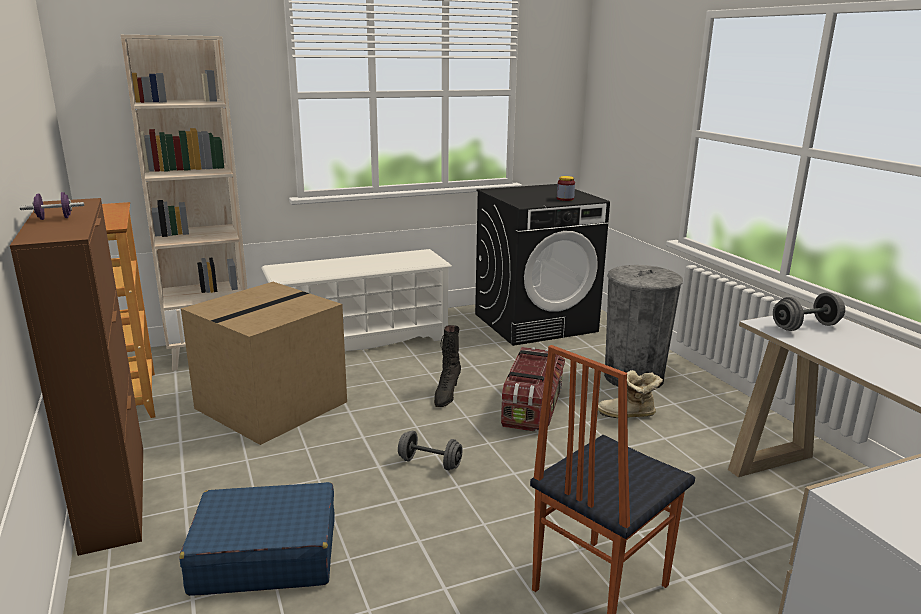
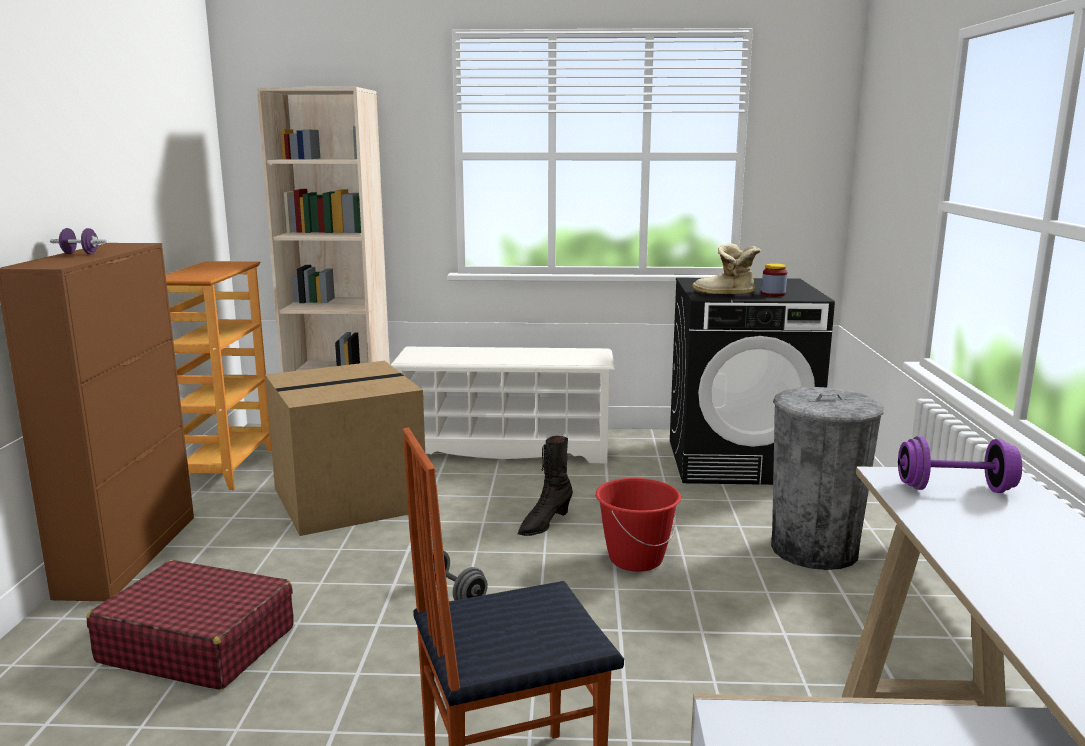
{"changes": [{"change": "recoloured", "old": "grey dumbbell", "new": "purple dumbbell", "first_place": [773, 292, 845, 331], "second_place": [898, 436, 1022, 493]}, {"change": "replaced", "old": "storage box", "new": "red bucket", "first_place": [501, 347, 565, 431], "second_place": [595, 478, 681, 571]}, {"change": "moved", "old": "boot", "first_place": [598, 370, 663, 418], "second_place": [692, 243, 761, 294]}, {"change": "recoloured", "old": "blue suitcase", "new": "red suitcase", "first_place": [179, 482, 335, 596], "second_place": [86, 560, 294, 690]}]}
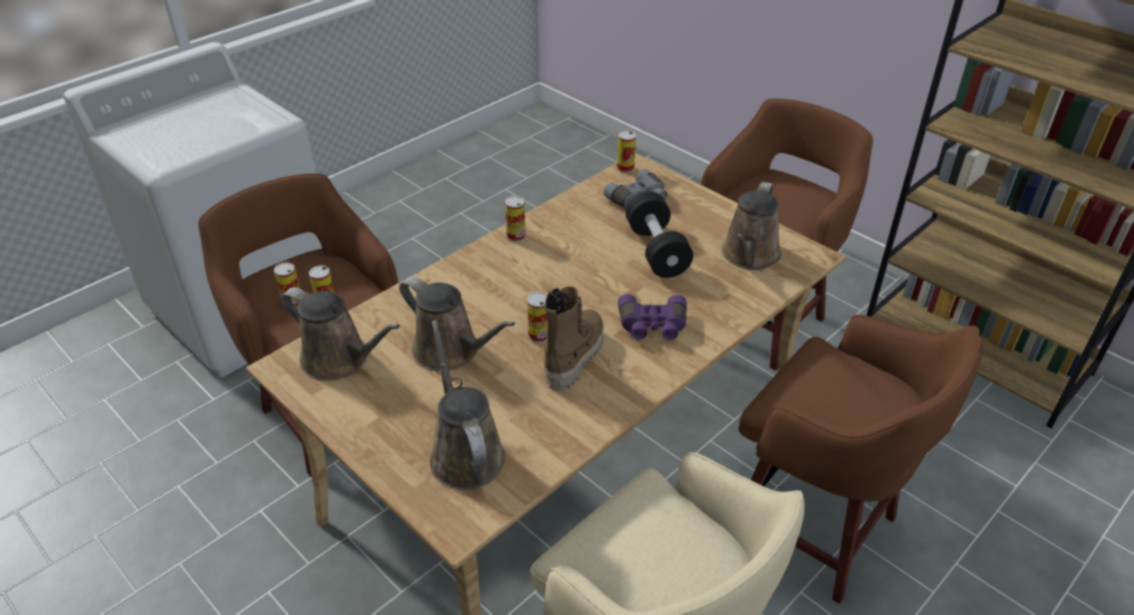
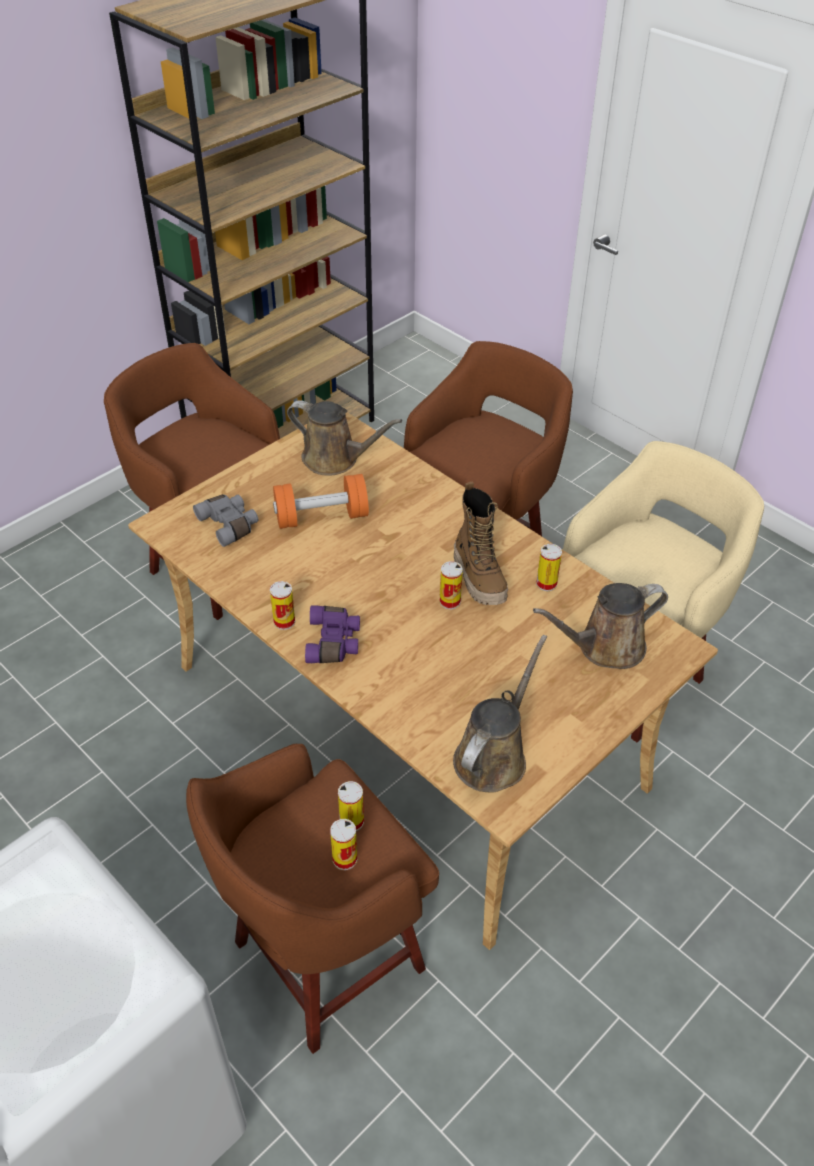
{"changes": [{"change": "moved", "old": "can", "first_place": [617, 130, 636, 173], "second_place": [536, 544, 562, 591]}, {"change": "recoloured", "old": "black dumbbell", "new": "orange dumbbell", "first_place": [625, 191, 693, 278], "second_place": [273, 474, 369, 529]}, {"change": "removed", "old": "brown watering can", "first_place": [399, 276, 515, 371]}, {"change": "turned", "old": "boot", "first_place": [544, 287, 604, 391], "second_place": [454, 482, 508, 605], "degrees": -135}, {"change": "moved", "old": "purple binoculars", "first_place": [618, 294, 687, 340], "second_place": [305, 605, 360, 663]}]}
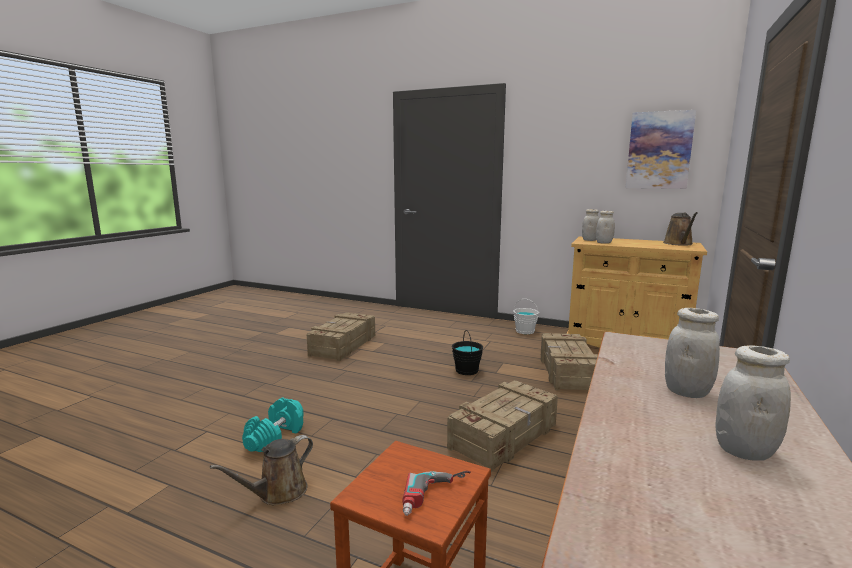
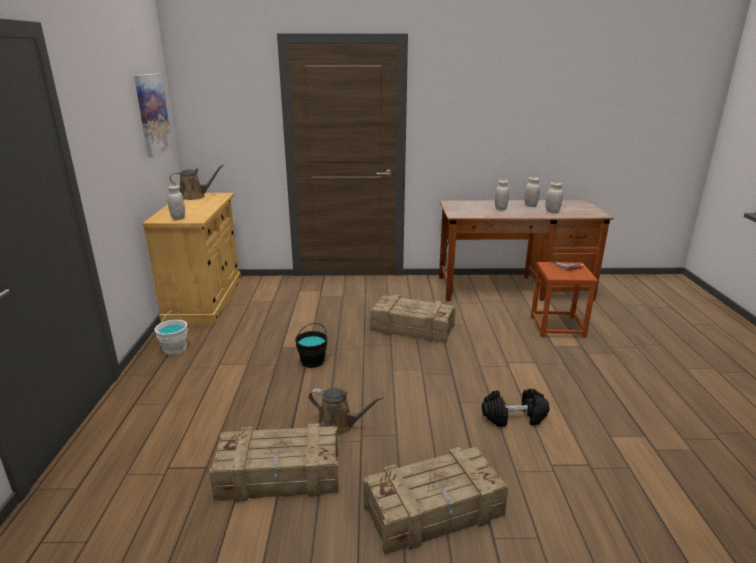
{"changes": [{"change": "moved", "old": "white jar", "first_place": [596, 211, 615, 244], "second_place": [545, 182, 563, 213]}, {"change": "moved", "old": "crate", "first_place": [541, 333, 598, 390], "second_place": [363, 447, 508, 555]}, {"change": "recoloured", "old": "turquoise dumbbell", "new": "black dumbbell", "first_place": [242, 398, 304, 452], "second_place": [482, 389, 549, 427]}, {"change": "moved", "old": "brown watering can", "first_place": [210, 435, 313, 505], "second_place": [309, 388, 384, 436]}]}
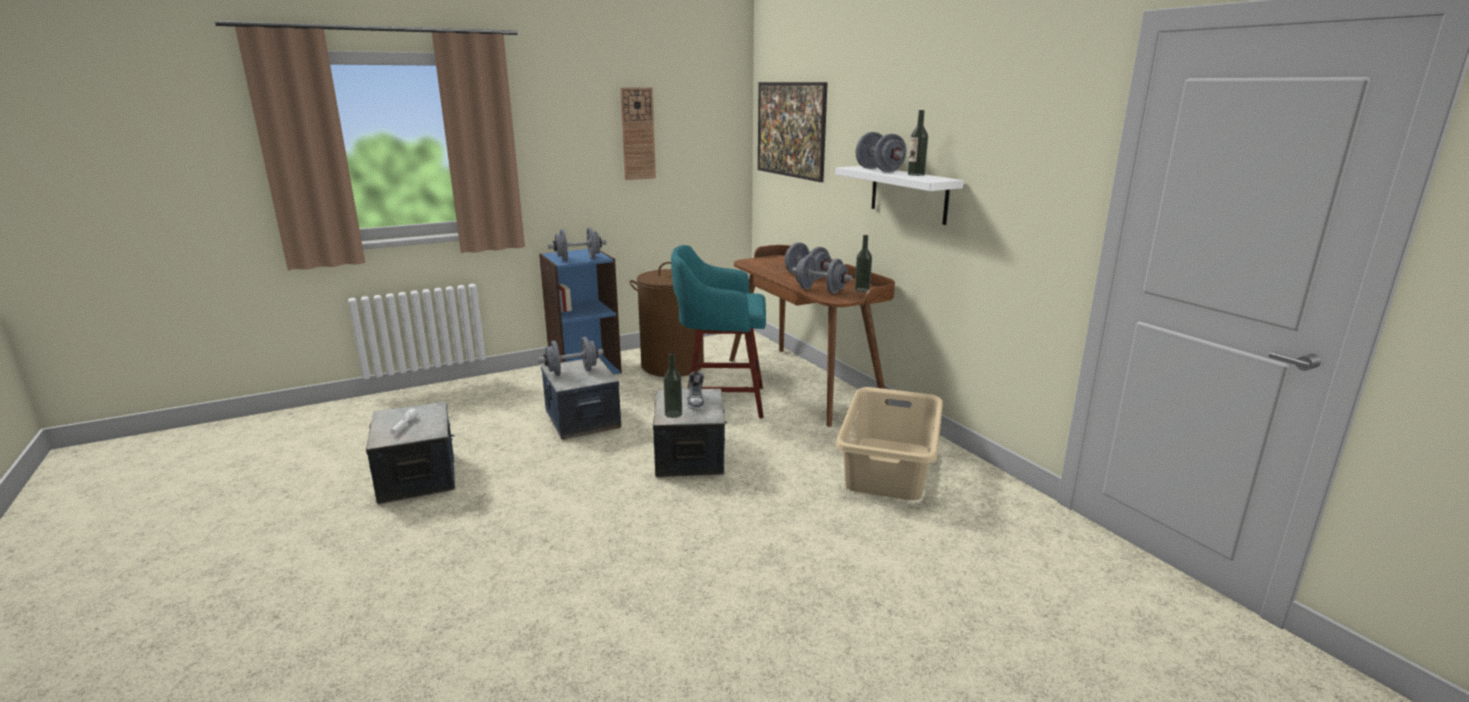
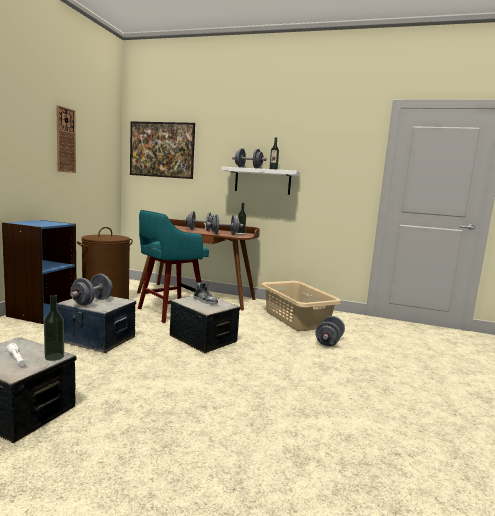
{"changes": [{"change": "moved", "old": "grey dumbbell", "first_place": [548, 227, 607, 261], "second_place": [315, 316, 345, 346]}, {"change": "moved", "old": "bottle", "first_place": [664, 353, 682, 418], "second_place": [44, 295, 64, 361]}]}
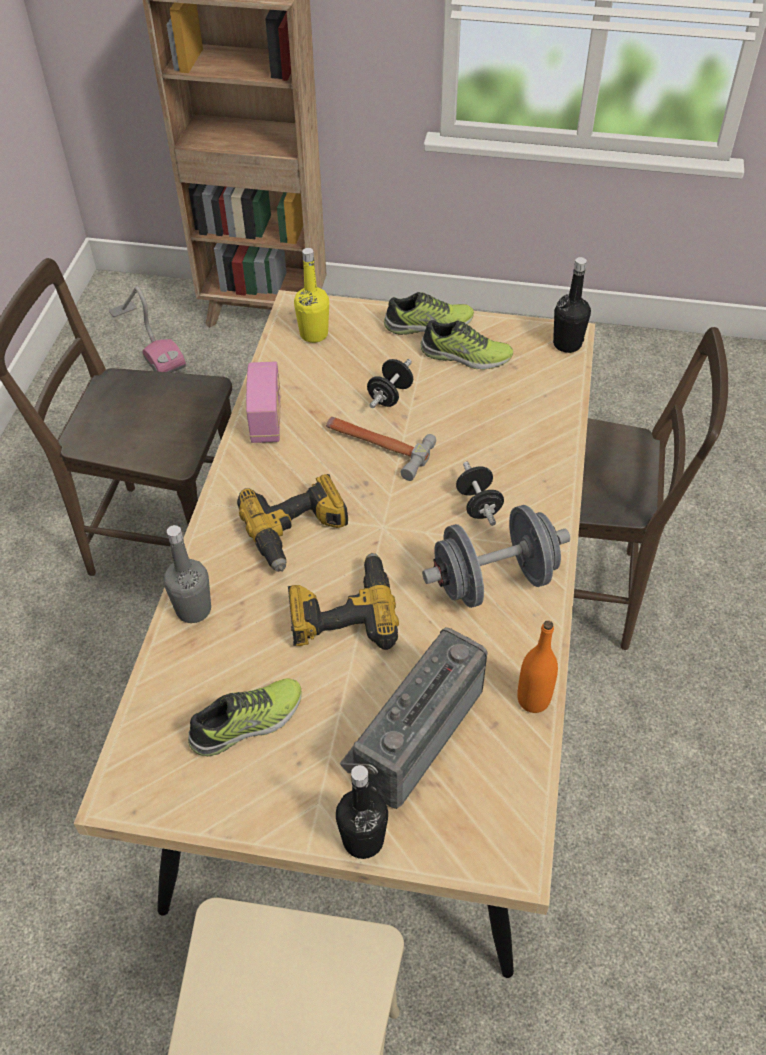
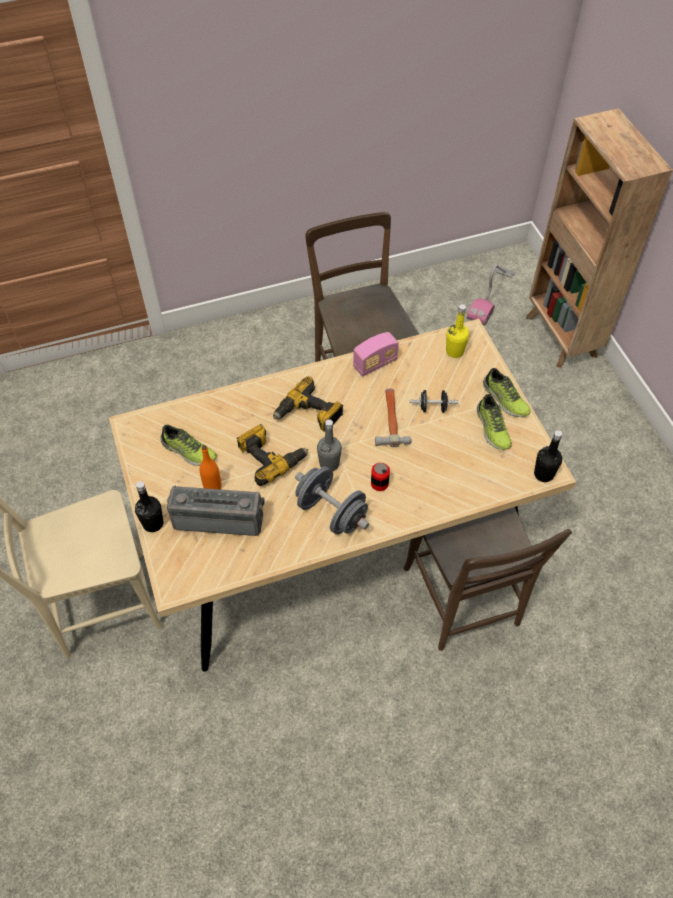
{"changes": [{"change": "replaced", "old": "black dumbbell", "new": "can", "first_place": [456, 461, 504, 526], "second_place": [371, 463, 390, 491]}, {"change": "moved", "old": "grey bottle", "first_place": [164, 525, 211, 623], "second_place": [317, 419, 342, 471]}, {"change": "moved", "old": "orange bottle", "first_place": [517, 621, 558, 713], "second_place": [200, 445, 221, 489]}]}
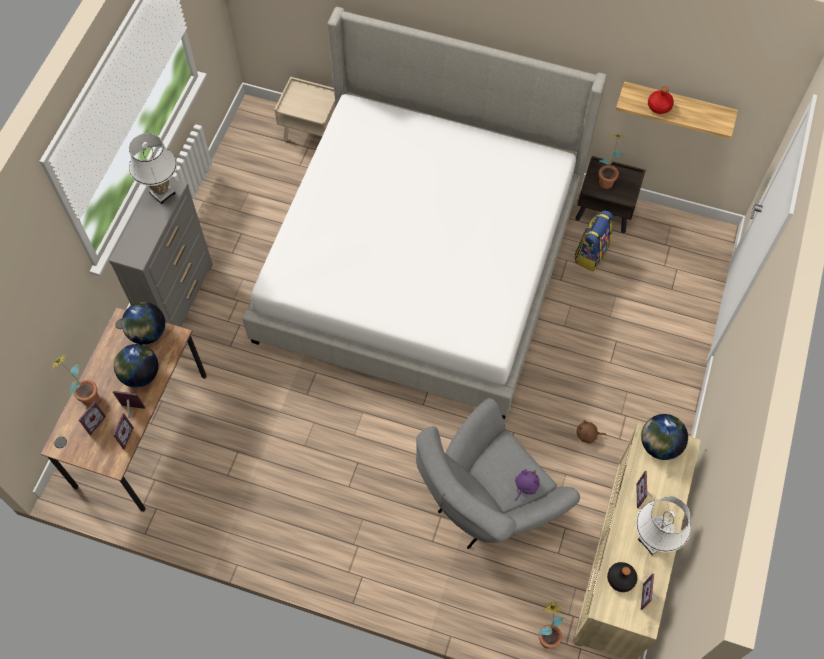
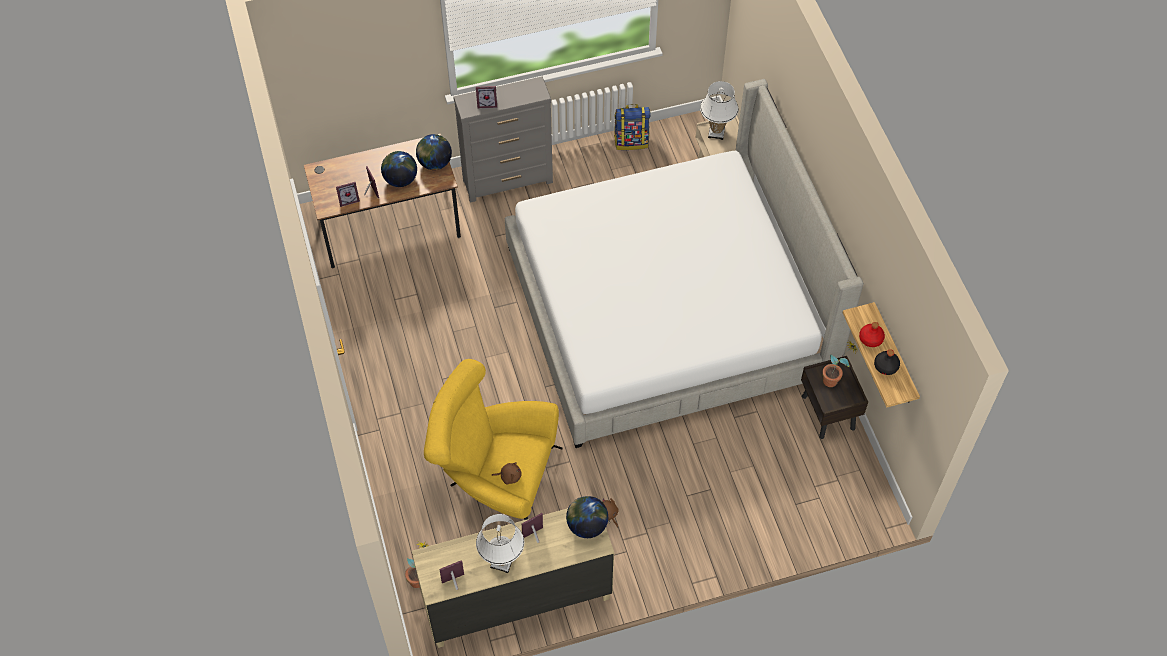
{"changes": [{"change": "moved", "old": "white table lamp", "first_place": [129, 133, 177, 204], "second_place": [700, 81, 739, 140]}, {"change": "moved", "old": "backpack", "first_place": [575, 210, 613, 272], "second_place": [614, 104, 650, 150]}, {"change": "removed", "old": "potted plant", "first_place": [53, 353, 99, 406]}, {"change": "recoloured", "old": "grey armchair", "new": "yellow armchair", "first_place": [416, 398, 580, 549], "second_place": [424, 359, 563, 520]}, {"change": "moved", "old": "picture frame", "first_place": [79, 401, 106, 435], "second_place": [476, 86, 497, 108]}, {"change": "recoloured", "old": "purple plush toy", "new": "brown plush toy", "first_place": [515, 469, 540, 501], "second_place": [492, 462, 522, 485]}, {"change": "moved", "old": "black bottle", "first_place": [607, 562, 637, 592], "second_place": [874, 349, 900, 375]}]}
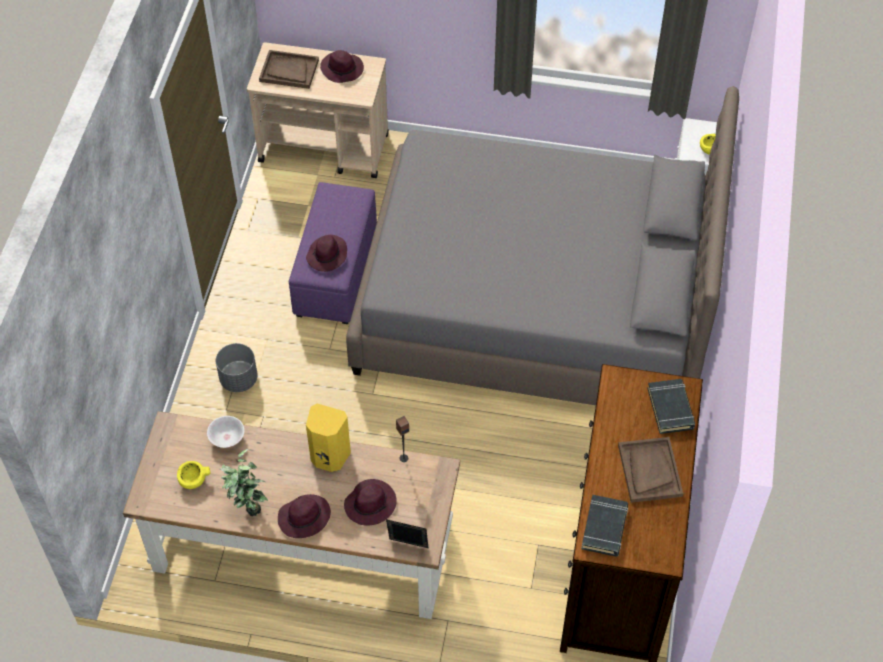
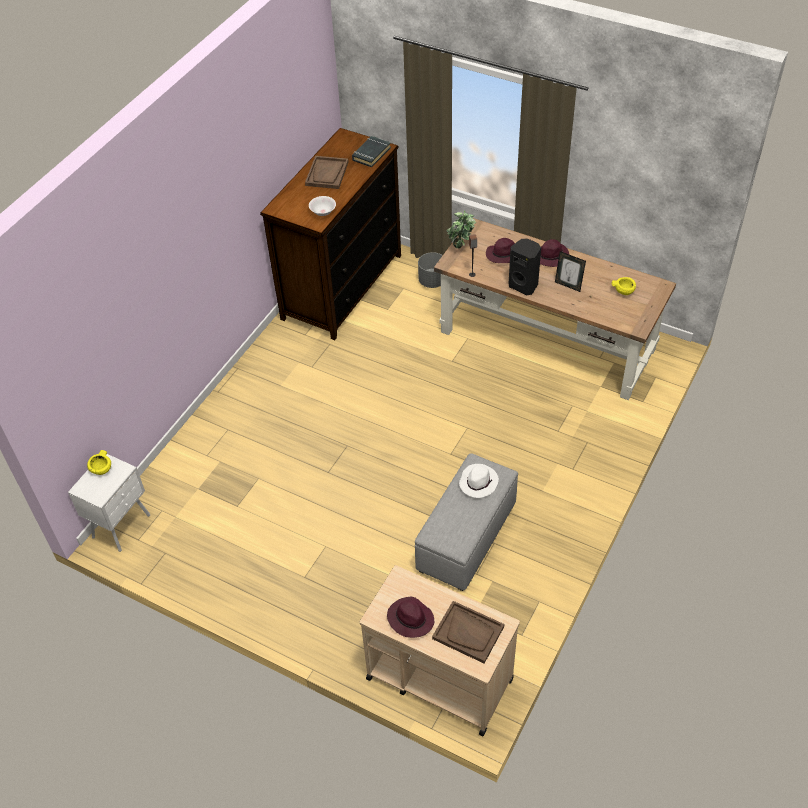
{"changes": [{"change": "removed", "old": "grey bed", "first_place": [346, 86, 739, 405]}, {"change": "recoloured", "old": "purple ottoman", "new": "grey ottoman", "first_place": [289, 182, 377, 324], "second_place": [415, 453, 518, 591]}, {"change": "recoloured", "old": "purple hat", "new": "white hat", "first_place": [306, 235, 347, 272], "second_place": [459, 464, 499, 498]}, {"change": "moved", "old": "grey planter", "first_place": [216, 343, 258, 392], "second_place": [418, 252, 443, 288]}, {"change": "removed", "old": "black book", "first_place": [647, 379, 695, 434]}, {"change": "recoloured", "old": "yellow speaker", "new": "black speaker", "first_place": [306, 403, 351, 472], "second_place": [509, 239, 541, 295]}, {"change": "moved", "old": "white bowl", "first_place": [207, 416, 244, 448], "second_place": [309, 196, 336, 216]}, {"change": "moved", "old": "potted plant", "first_place": [220, 449, 268, 516], "second_place": [446, 211, 476, 248]}, {"change": "moved", "old": "picture frame", "first_place": [386, 519, 428, 548], "second_place": [555, 251, 586, 292]}]}
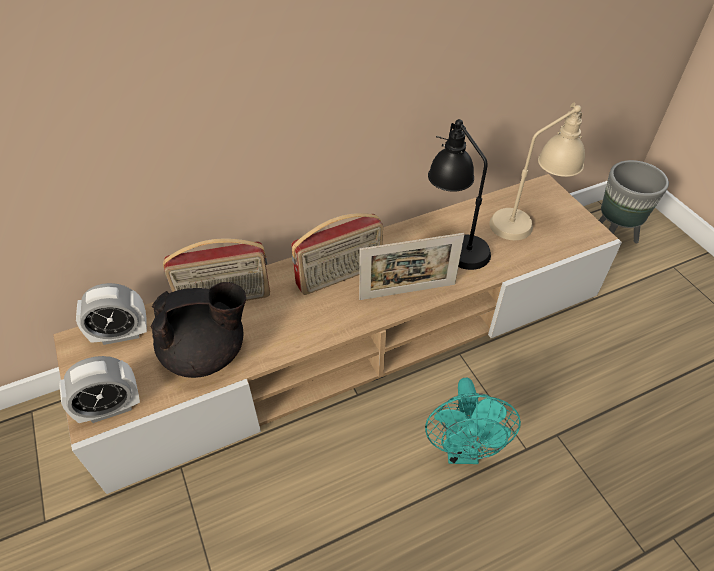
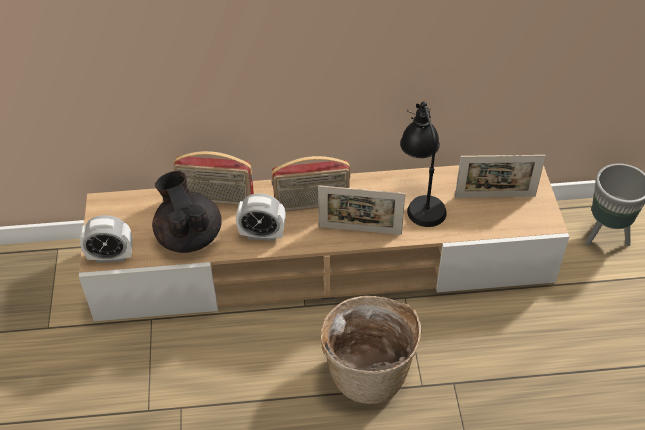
{"changes": [{"change": "replaced", "old": "beige table lamp", "new": "picture frame", "first_place": [490, 102, 585, 240], "second_place": [455, 155, 546, 198]}, {"change": "turned", "old": "black teapot", "first_place": [150, 282, 246, 378], "second_place": [152, 171, 222, 253], "degrees": -120}, {"change": "moved", "old": "alarm clock", "first_place": [76, 283, 147, 345], "second_place": [236, 193, 286, 241]}, {"change": "replaced", "old": "turquoise fan", "new": "basket", "first_place": [425, 378, 521, 464], "second_place": [321, 296, 421, 404]}]}
